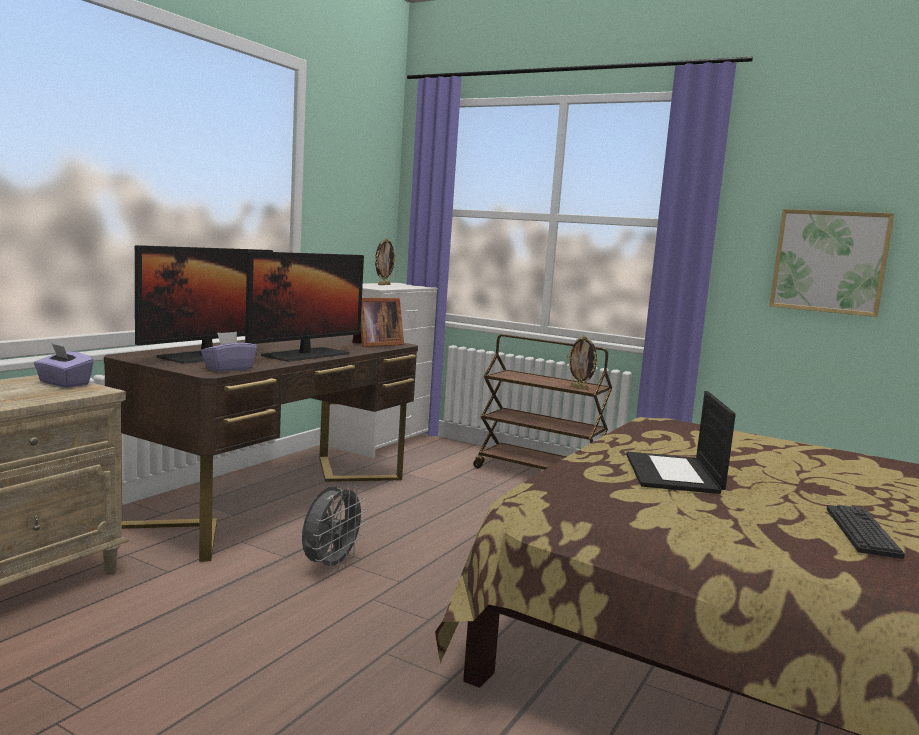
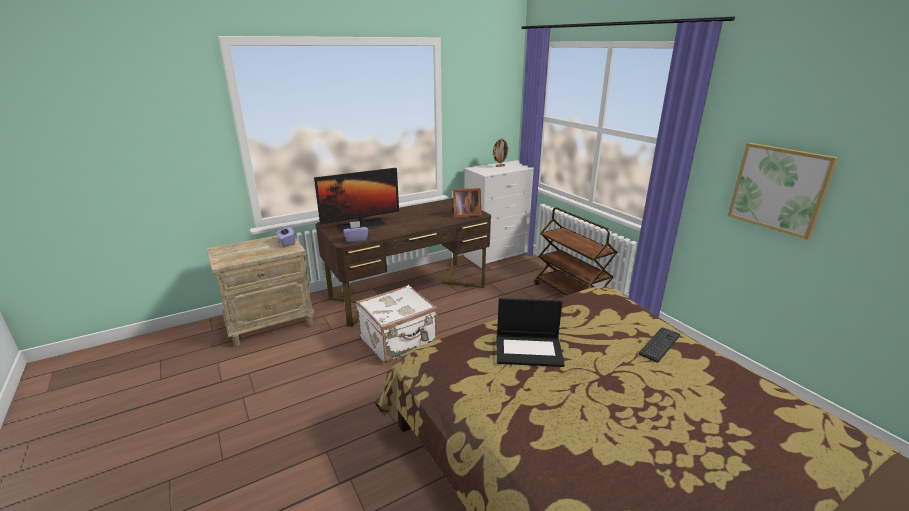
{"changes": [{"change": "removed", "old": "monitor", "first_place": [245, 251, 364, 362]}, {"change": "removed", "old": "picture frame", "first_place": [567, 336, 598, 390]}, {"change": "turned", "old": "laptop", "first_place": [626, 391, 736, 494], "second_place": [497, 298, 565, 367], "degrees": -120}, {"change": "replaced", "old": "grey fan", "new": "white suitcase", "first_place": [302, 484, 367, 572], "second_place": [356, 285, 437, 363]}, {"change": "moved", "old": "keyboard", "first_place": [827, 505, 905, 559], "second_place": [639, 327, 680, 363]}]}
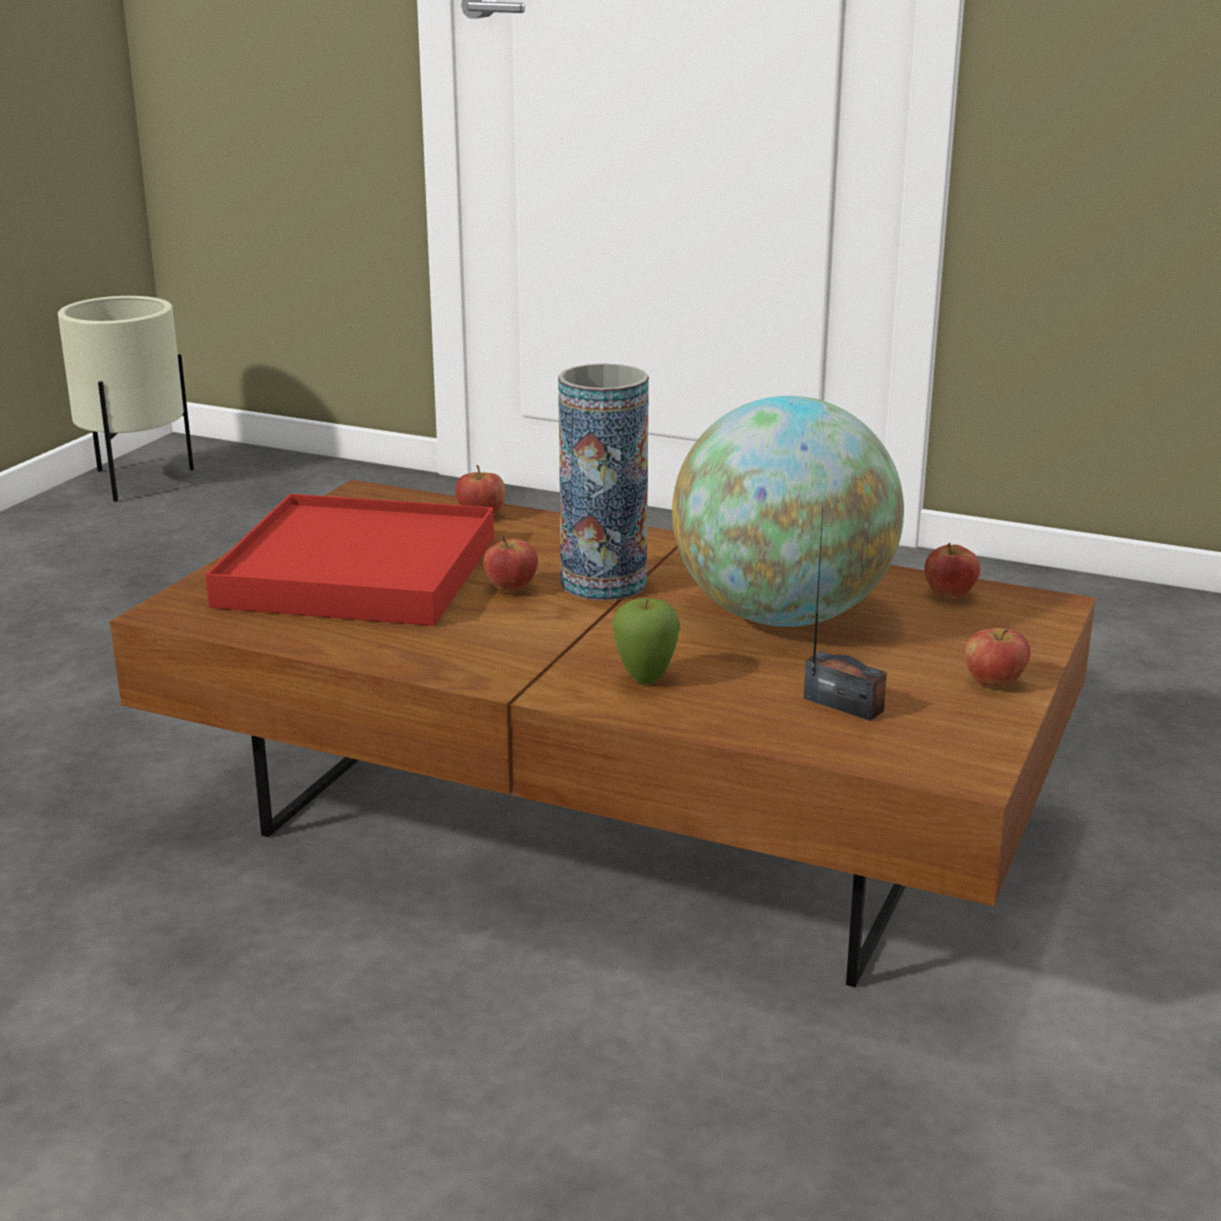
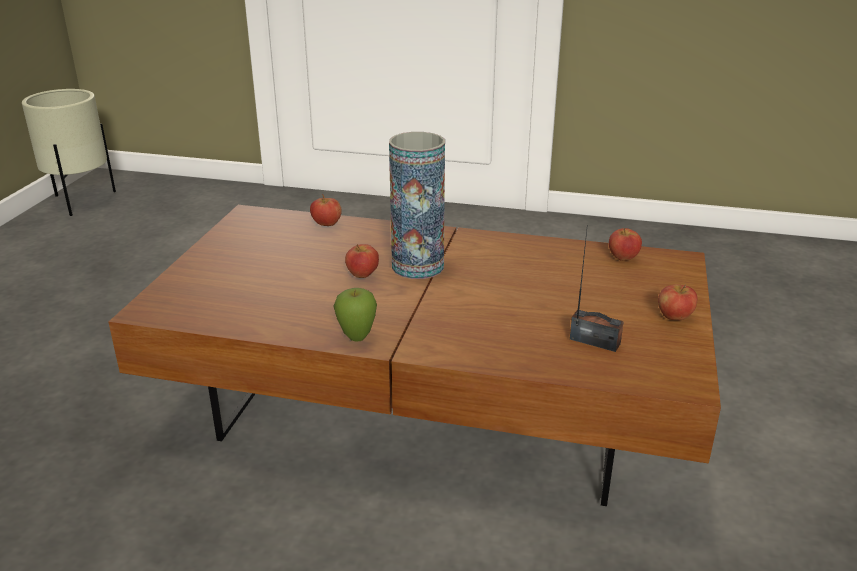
{"changes": [{"change": "removed", "old": "globe", "first_place": [672, 396, 904, 627]}, {"change": "removed", "old": "red tray", "first_place": [205, 494, 494, 626]}, {"change": "moved", "old": "apple", "first_place": [612, 598, 680, 684], "second_place": [333, 288, 377, 341]}]}
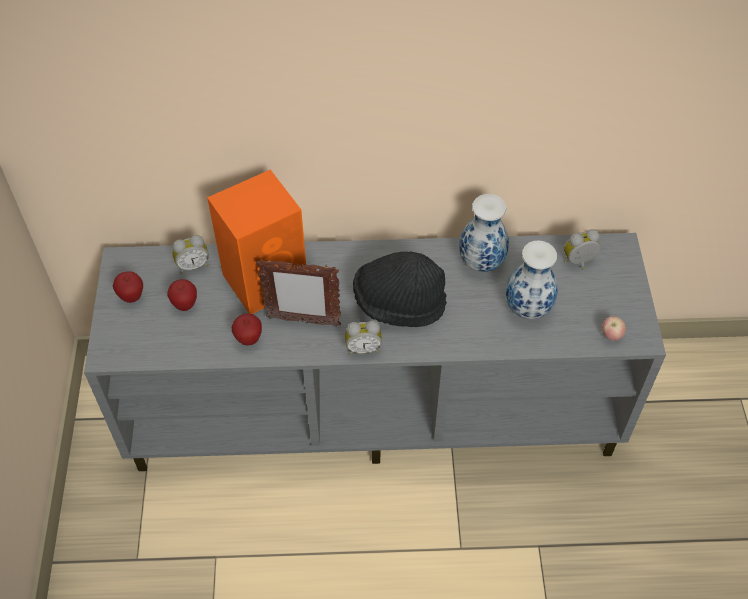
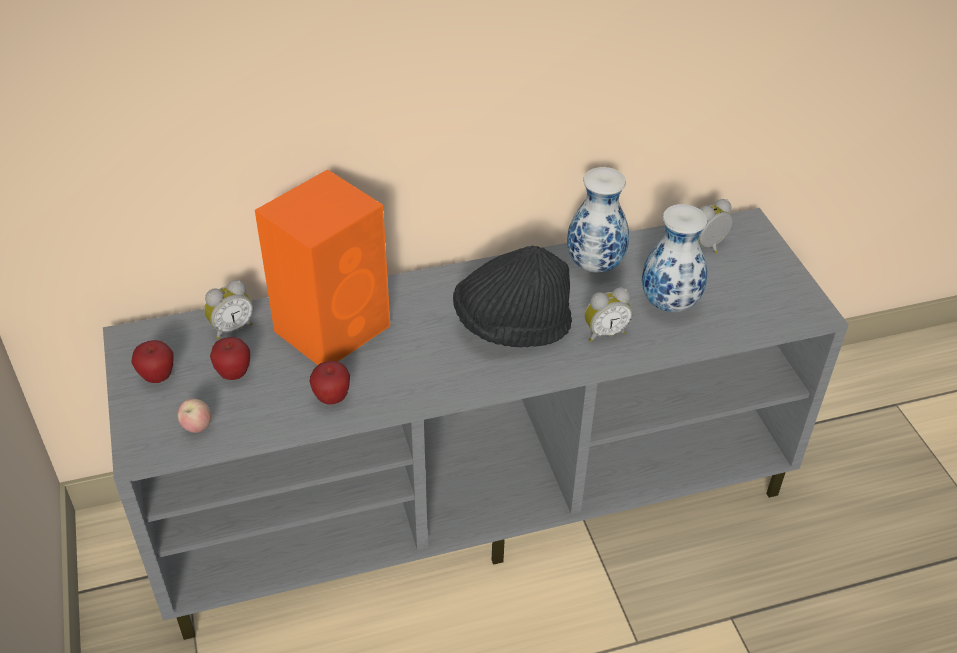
{"changes": [{"change": "removed", "old": "picture frame", "first_place": [256, 259, 341, 327]}, {"change": "moved", "old": "apple", "first_place": [602, 316, 626, 341], "second_place": [177, 399, 211, 433]}, {"change": "moved", "old": "alarm clock", "first_place": [345, 321, 382, 355], "second_place": [584, 287, 633, 342]}]}
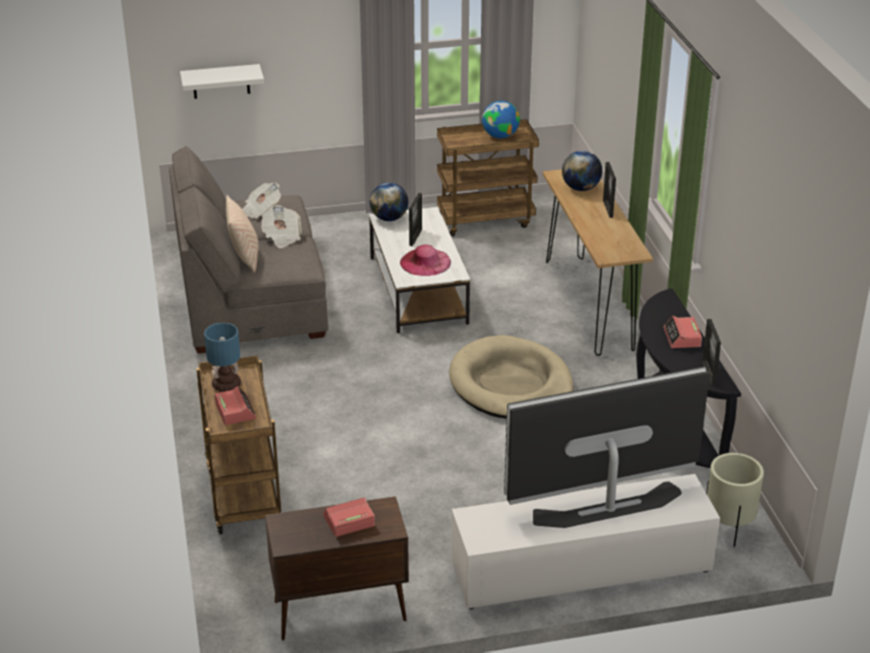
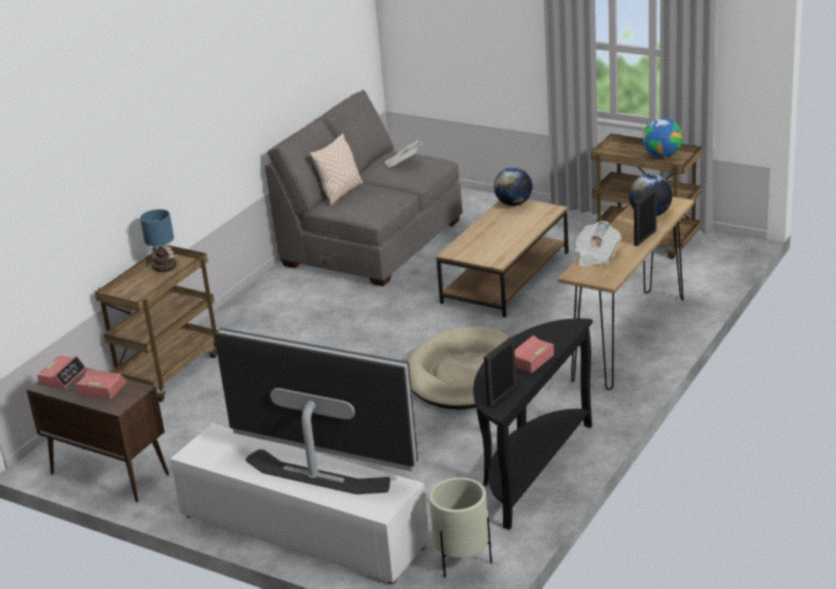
{"changes": [{"change": "removed", "old": "white shelf", "first_place": [180, 64, 264, 99]}, {"change": "removed", "old": "picture frame", "first_place": [409, 193, 422, 246]}, {"change": "moved", "old": "newspaper", "first_place": [261, 205, 301, 248], "second_place": [575, 221, 621, 266]}, {"change": "recoloured", "old": "white coffee table", "new": "brown coffee table", "first_place": [369, 207, 470, 333], "second_place": [436, 200, 569, 317]}, {"change": "removed", "old": "pink hat", "first_place": [400, 245, 451, 276]}, {"change": "moved", "old": "alarm clock", "first_place": [215, 386, 257, 425], "second_place": [37, 356, 86, 389]}]}
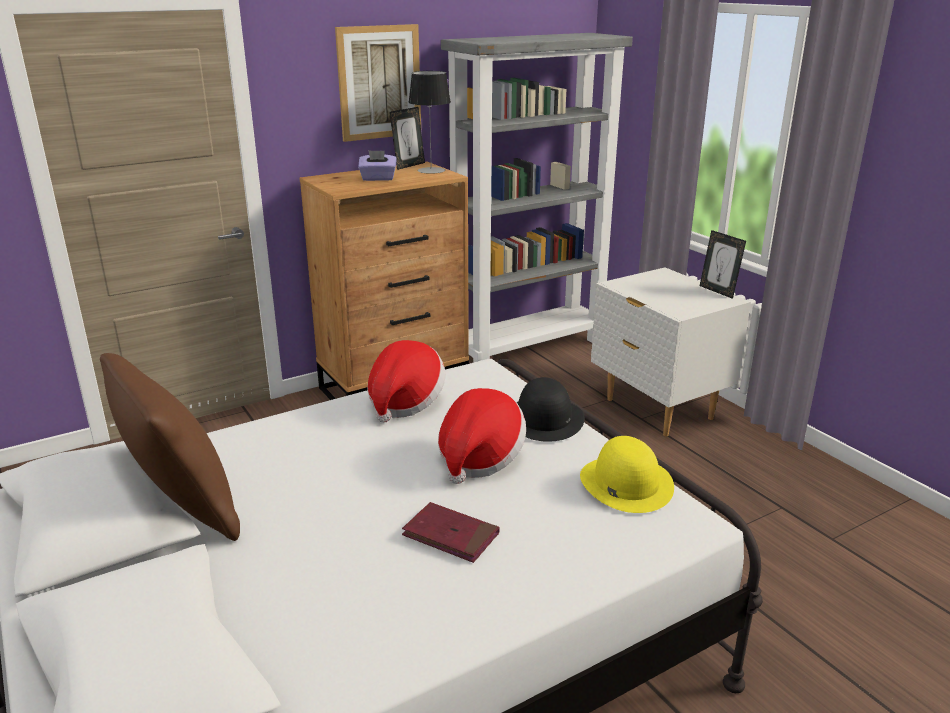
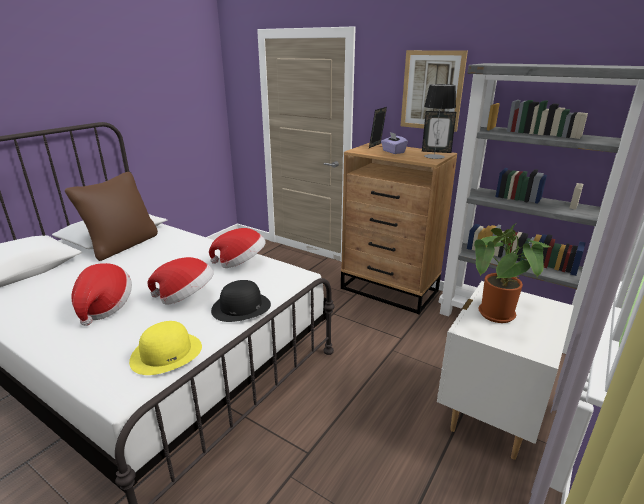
{"changes": [{"change": "moved", "old": "picture frame", "first_place": [700, 230, 746, 299], "second_place": [369, 107, 387, 148]}, {"change": "replaced", "old": "red book", "new": "hat", "first_place": [402, 502, 500, 563], "second_place": [71, 263, 132, 326]}, {"change": "added", "new": "potted plant", "second_place": [474, 223, 550, 323]}]}
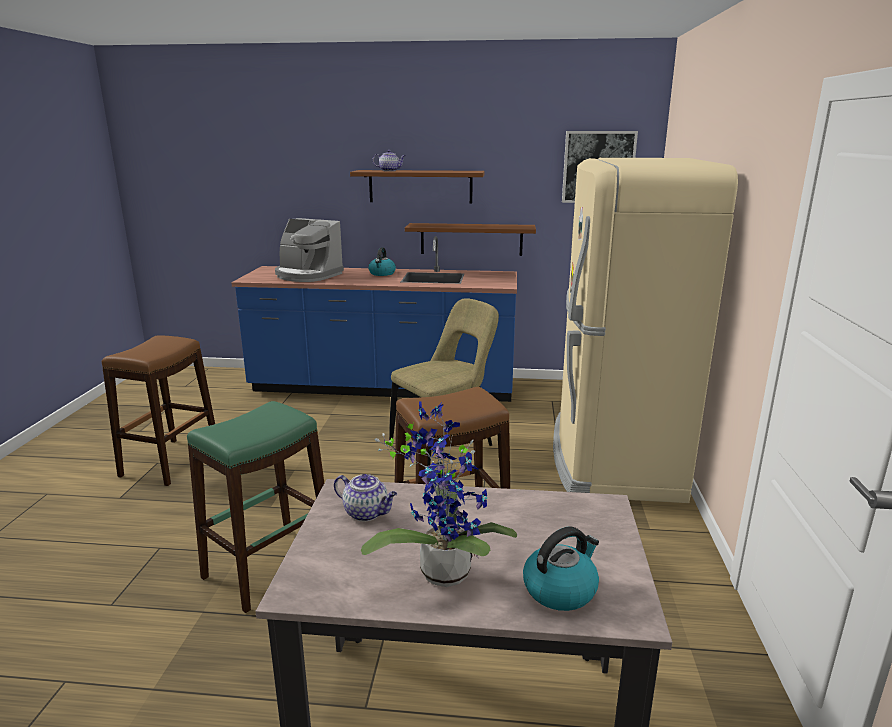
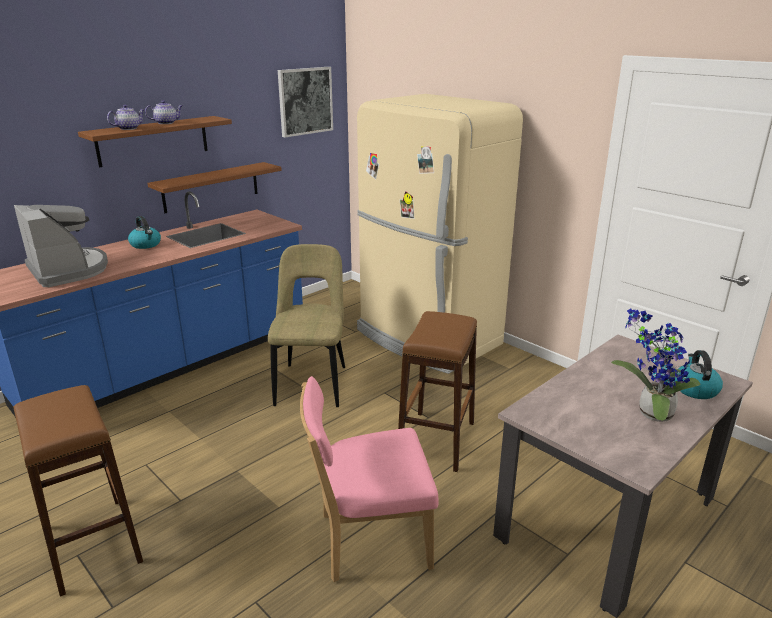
{"changes": [{"change": "turned", "old": "coffee machine", "first_place": [275, 218, 344, 282], "second_place": [14, 205, 108, 287], "degrees": -105}, {"change": "replaced", "old": "green stool", "new": "pink chair", "first_place": [187, 401, 324, 613], "second_place": [300, 376, 439, 582]}, {"change": "moved", "old": "teapot", "first_place": [334, 474, 397, 521], "second_place": [145, 100, 183, 124]}]}
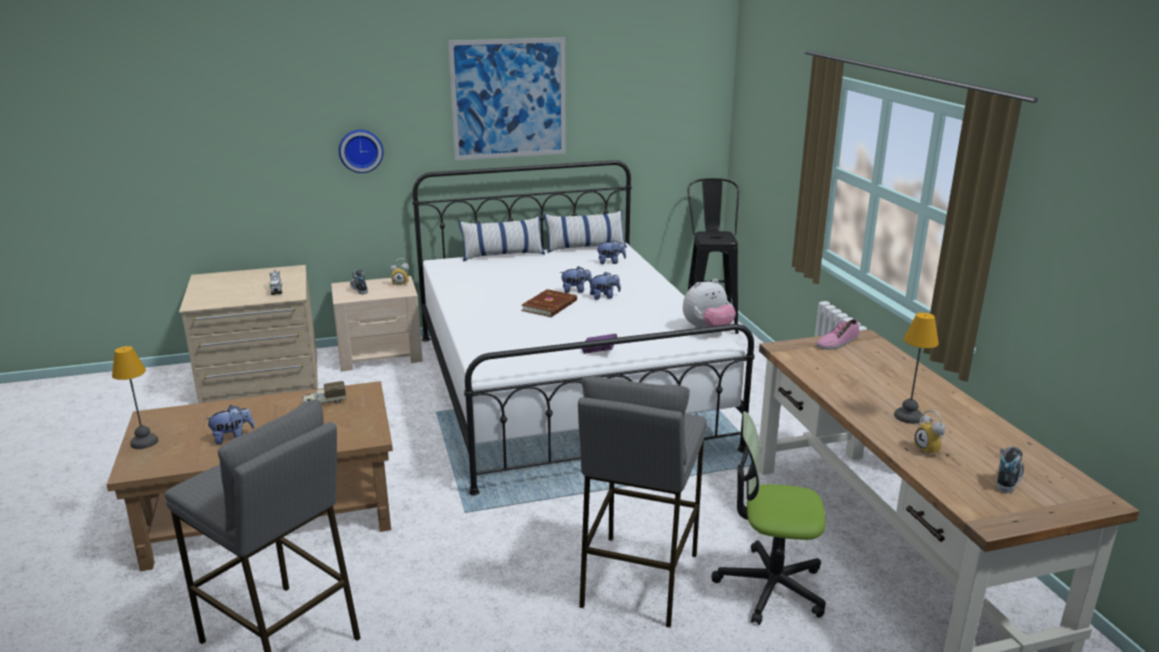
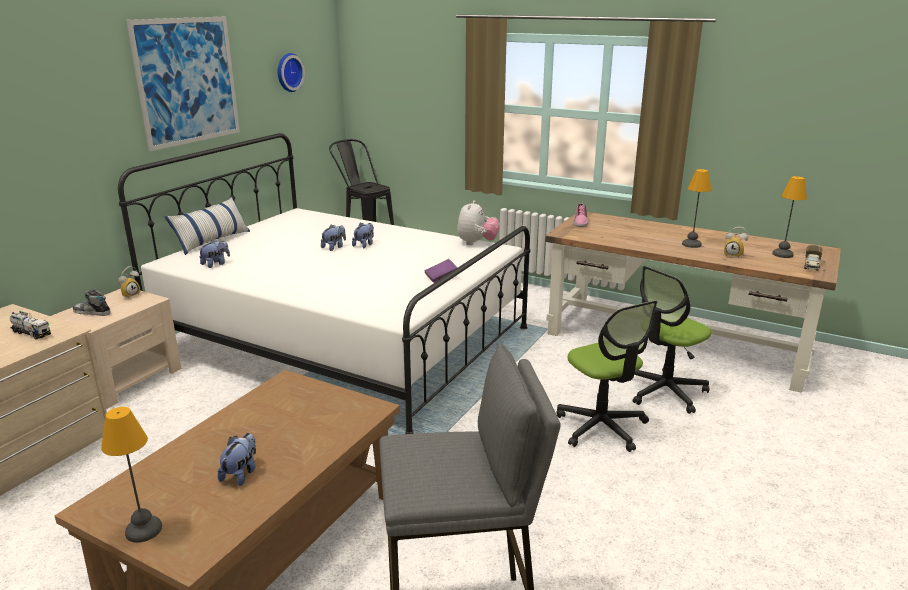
{"changes": [{"change": "moved", "old": "wall clock", "first_place": [339, 130, 384, 173], "second_place": [278, 53, 305, 92]}, {"change": "removed", "old": "pillow", "first_place": [543, 210, 627, 253]}, {"change": "moved", "old": "plush toy", "first_place": [597, 240, 626, 264], "second_place": [198, 240, 230, 268]}, {"change": "removed", "old": "brown book", "first_place": [522, 289, 577, 317]}, {"change": "replaced", "old": "grey stool", "new": "office chair", "first_place": [578, 377, 707, 628], "second_place": [556, 300, 657, 452]}, {"change": "moved", "old": "toy truck", "first_place": [302, 381, 346, 404], "second_place": [804, 245, 822, 271]}, {"change": "replaced", "old": "shoe", "new": "table lamp", "first_place": [996, 446, 1024, 493], "second_place": [772, 176, 807, 258]}]}
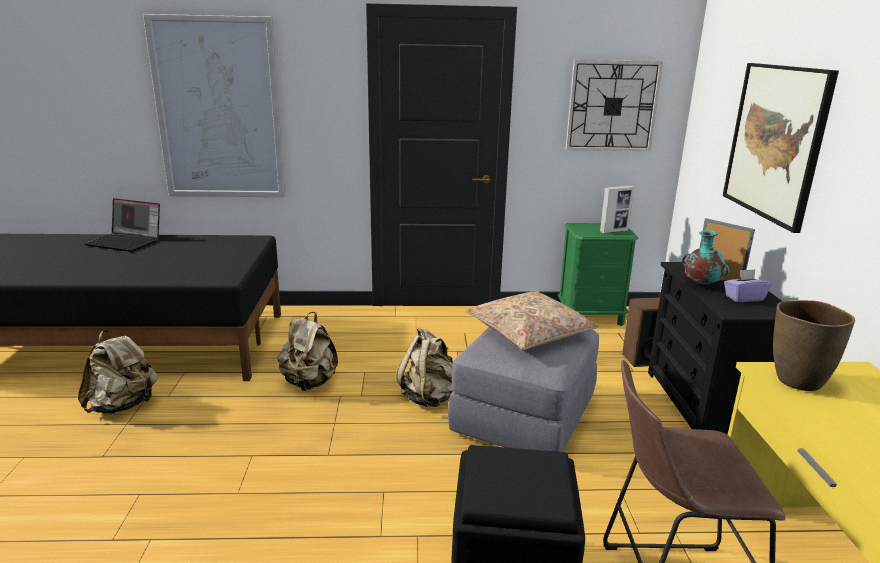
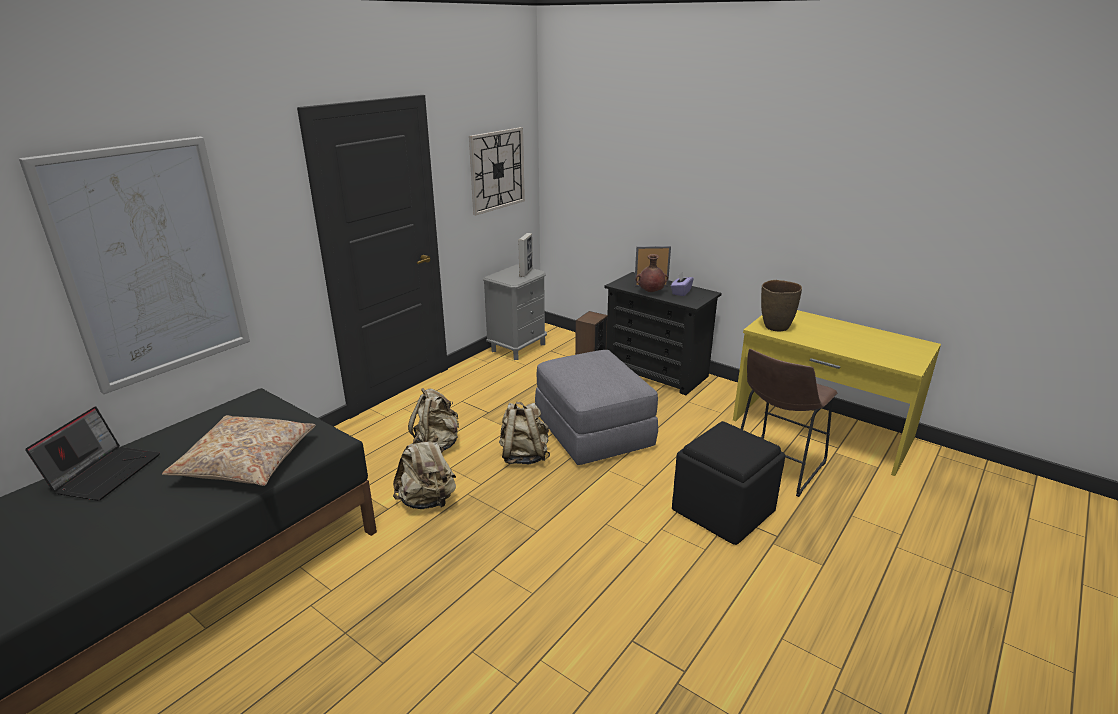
{"changes": [{"change": "removed", "old": "picture", "first_place": [723, 63, 839, 233]}, {"change": "turned", "old": "laptop", "first_place": [84, 198, 160, 252], "second_place": [25, 406, 160, 501], "degrees": -45}, {"change": "recoloured", "old": "green nightstand", "new": "grey nightstand", "first_place": [558, 223, 639, 326], "second_place": [483, 264, 547, 360]}, {"change": "recoloured", "old": "turquoise vase", "new": "brown vase", "first_place": [682, 230, 729, 285], "second_place": [635, 254, 668, 292]}, {"change": "moved", "old": "beige pillow", "first_place": [465, 291, 599, 350], "second_place": [162, 415, 316, 486]}, {"change": "moved", "old": "beige backpack", "first_place": [78, 330, 158, 414], "second_place": [408, 388, 459, 453]}]}
